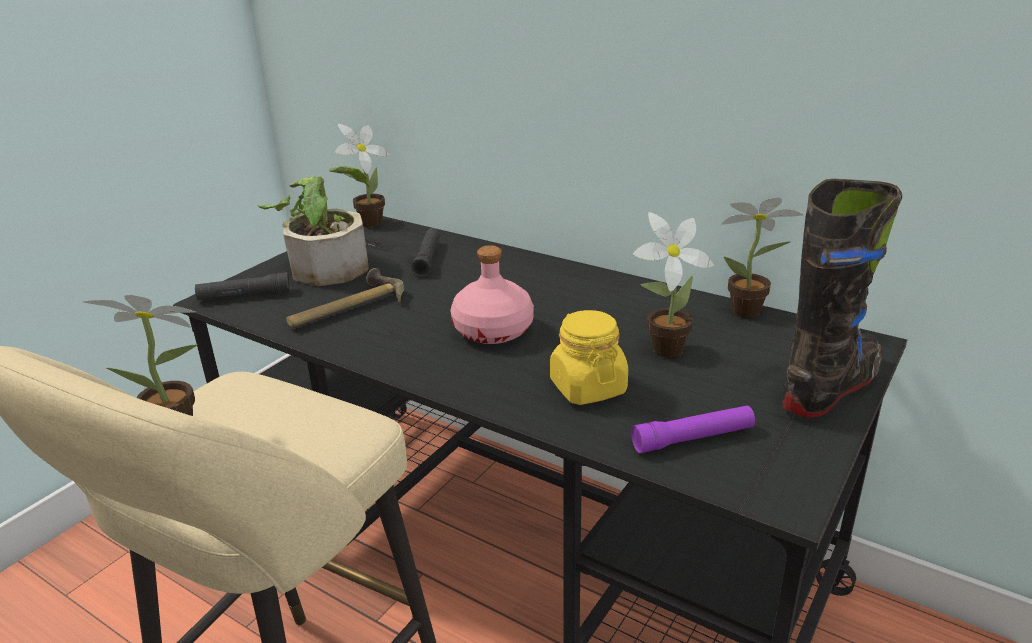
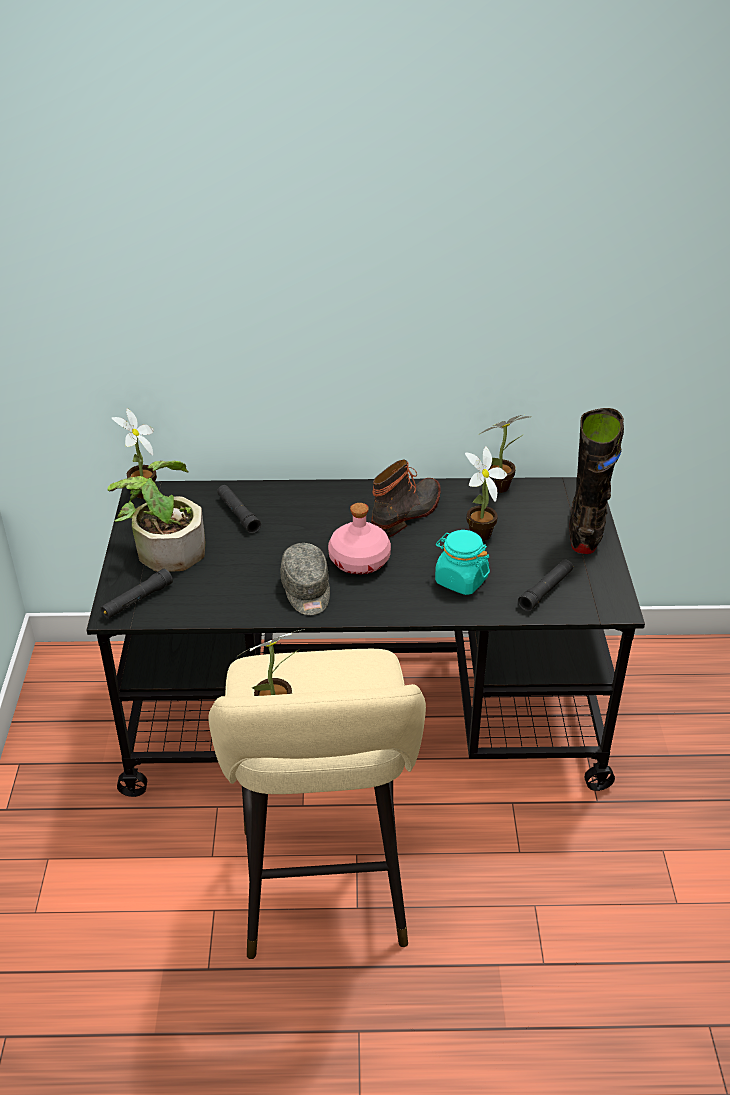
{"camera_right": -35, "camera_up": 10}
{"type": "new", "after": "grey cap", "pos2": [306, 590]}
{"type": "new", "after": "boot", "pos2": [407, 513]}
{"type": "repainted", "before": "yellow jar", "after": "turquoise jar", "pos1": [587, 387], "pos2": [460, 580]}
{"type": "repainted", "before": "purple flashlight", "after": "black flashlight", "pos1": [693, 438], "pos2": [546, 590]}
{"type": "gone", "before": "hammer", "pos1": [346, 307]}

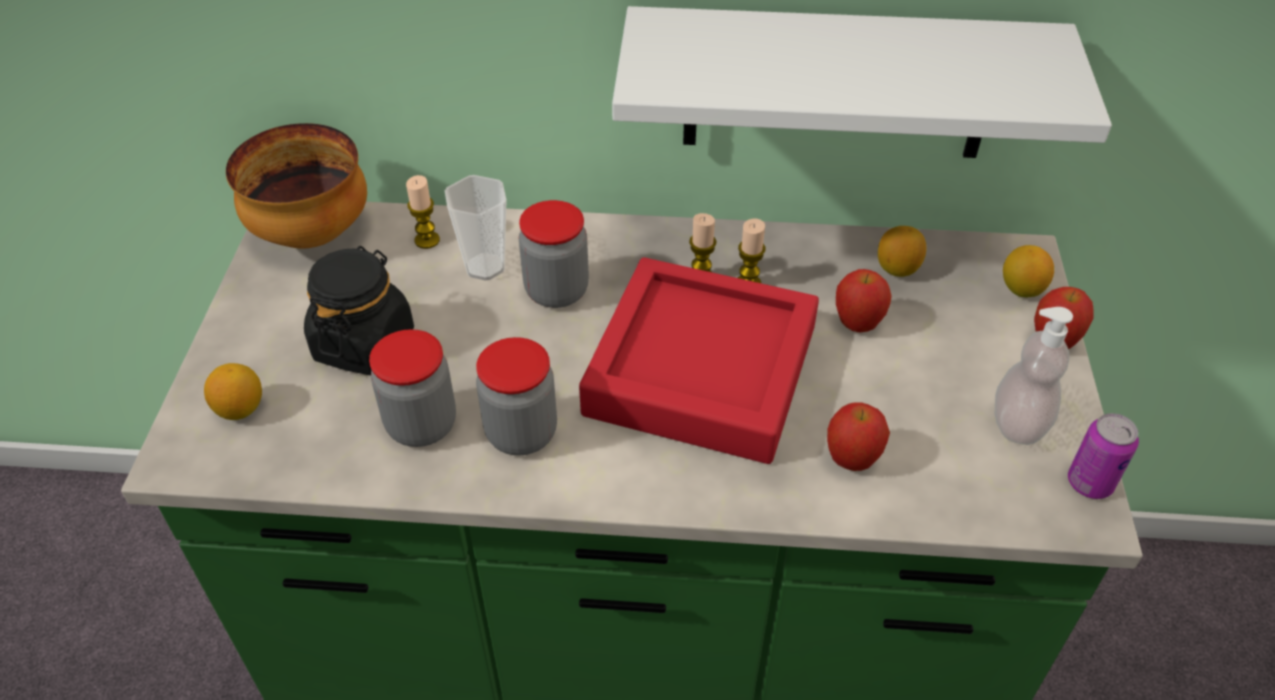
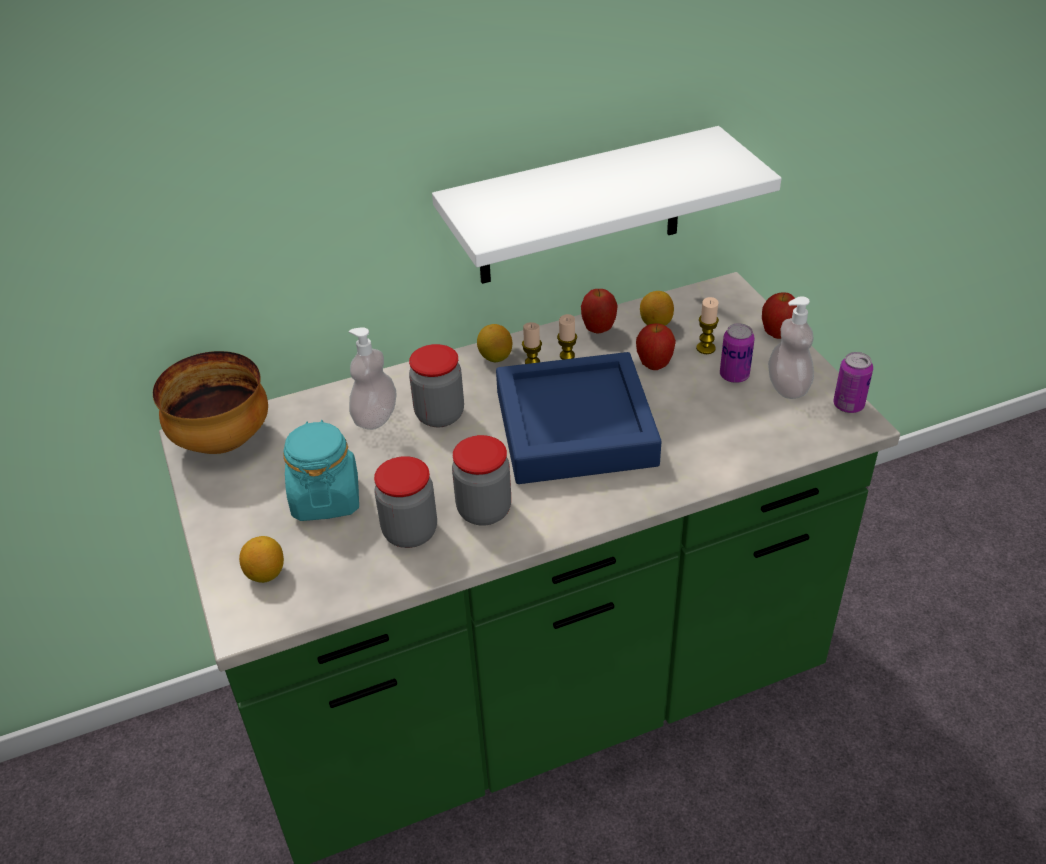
{"camera_right": -25, "camera_up": -5}
{"type": "repainted", "before": "black jar", "after": "turquoise jar", "pos1": [364, 344], "pos2": [326, 498]}
{"type": "swapped", "before": "cup", "after": "soap dispenser", "pos1": [485, 267], "pos2": [375, 417]}
{"type": "shifted", "before": "lemon", "pos1": [1021, 289], "pos2": [495, 357]}
{"type": "repainted", "before": "red tray", "after": "blue tray", "pos1": [701, 370], "pos2": [575, 428]}
{"type": "shifted", "before": "apple", "pos1": [851, 460], "pos2": [598, 330]}
{"type": "shifted", "before": "candle", "pos1": [427, 240], "pos2": [705, 348]}
{"type": "new", "after": "can", "pos2": [734, 375]}

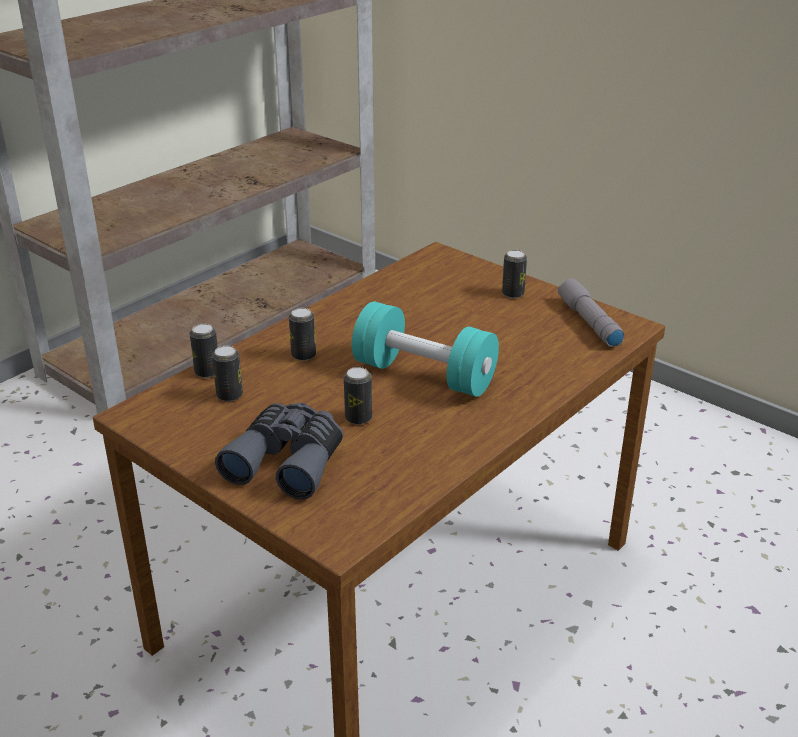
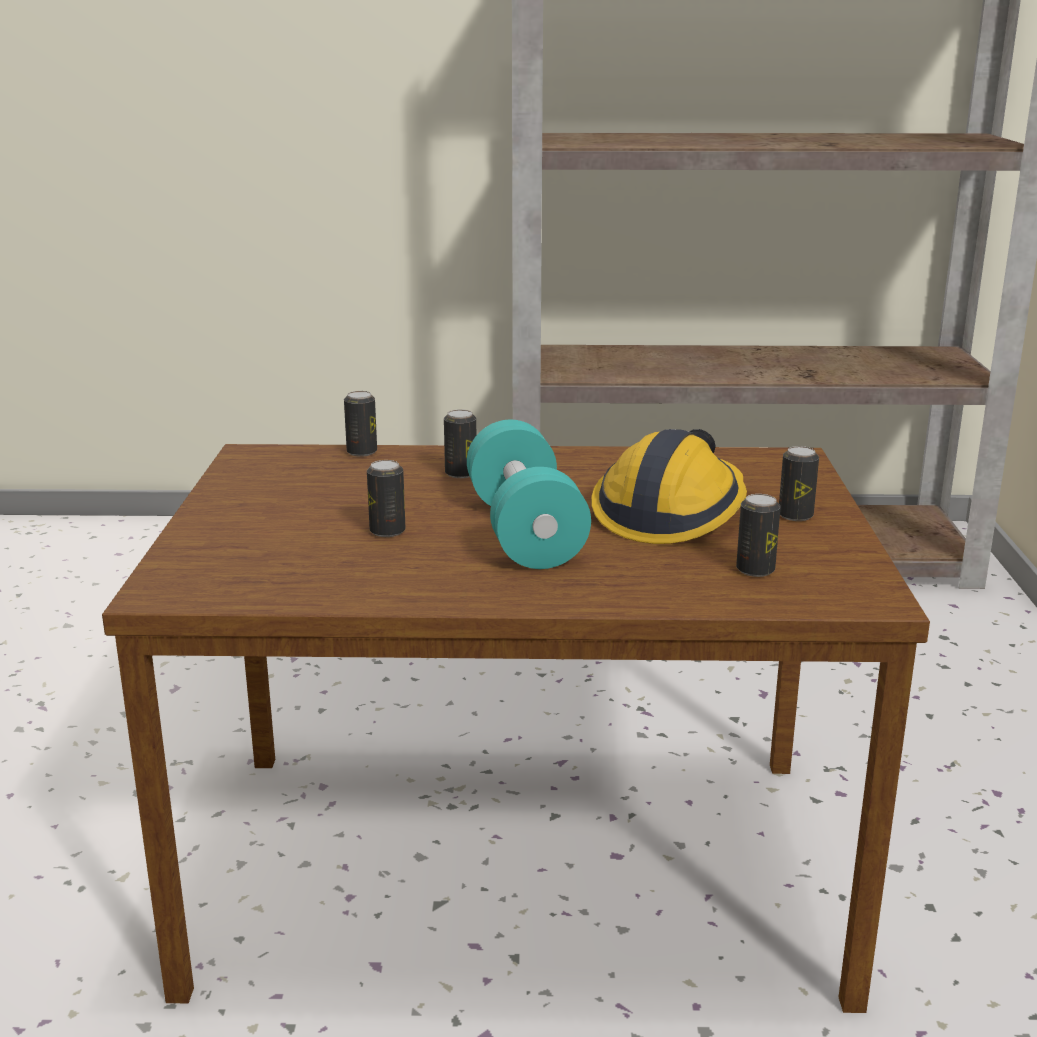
{"camera_right": 50, "camera_up": -10}
{"type": "new", "after": "hard hat", "pos2": [670, 512]}
{"type": "shifted", "before": "can", "pos1": [229, 395], "pos2": [755, 570]}
{"type": "gone", "before": "grey binoculars", "pos1": [288, 461]}
{"type": "gone", "before": "grey flashlight", "pos1": [588, 322]}

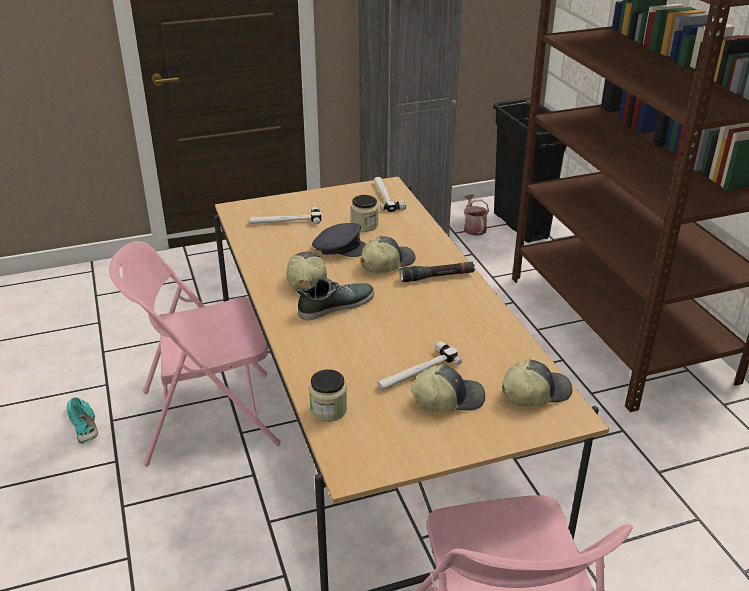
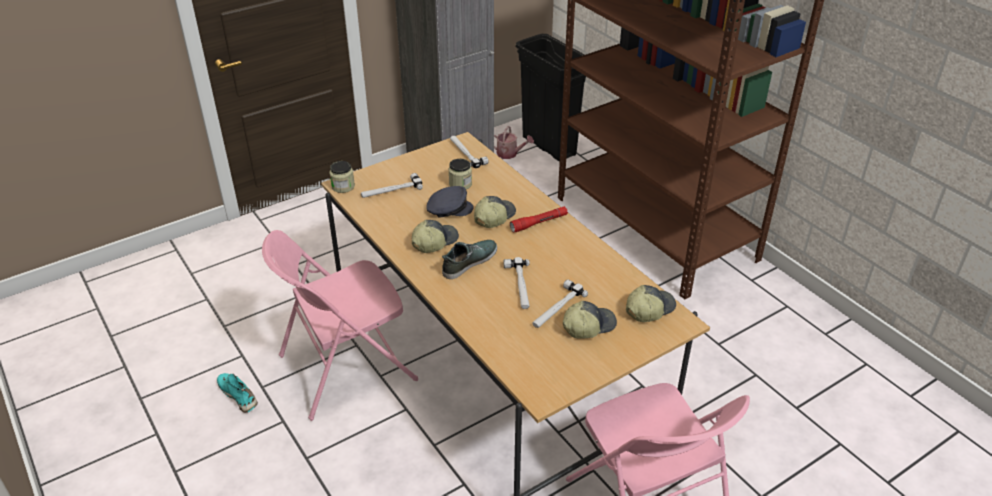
{"camera_right": -15, "camera_up": 5}
{"type": "shifted", "before": "jar", "pos1": [328, 410], "pos2": [343, 186]}
{"type": "rotated", "before": "cap", "pos1": [306, 278], "pos2": [434, 241], "turn": 60}
{"type": "rotated", "before": "watering can", "pos1": [474, 228], "pos2": [510, 154], "turn": 135}
{"type": "new", "after": "hammer", "pos2": [519, 286]}
{"type": "repainted", "before": "black flashlight", "after": "red flashlight", "pos1": [437, 277], "pos2": [539, 223]}

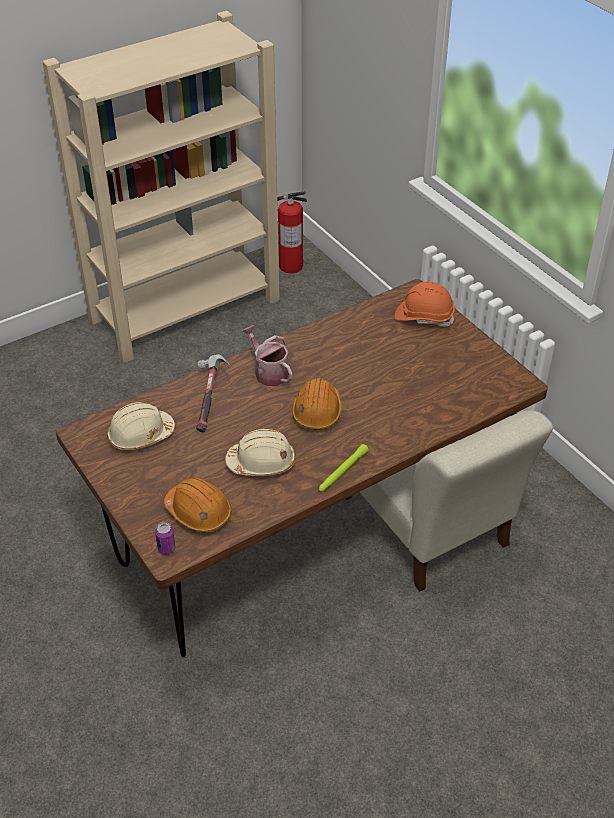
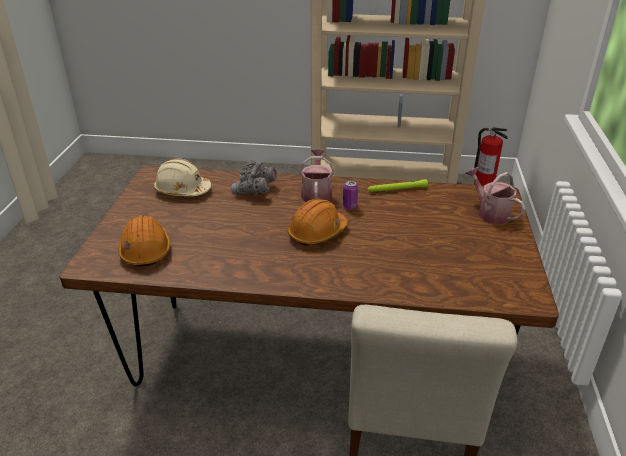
{"camera_right": 40, "camera_up": -10}
{"type": "swapped", "before": "hammer", "after": "grey binoculars", "pos1": [210, 398], "pos2": [255, 190]}
{"type": "shifted", "before": "can", "pos1": [166, 549], "pos2": [349, 206]}
{"type": "shifted", "before": "green flashlight", "pos1": [342, 472], "pos2": [397, 189]}
{"type": "swapped", "before": "orange hard hat", "after": "watering can", "pos1": [424, 317], "pos2": [490, 212]}
{"type": "gone", "before": "beige hard hat", "pos1": [262, 462]}

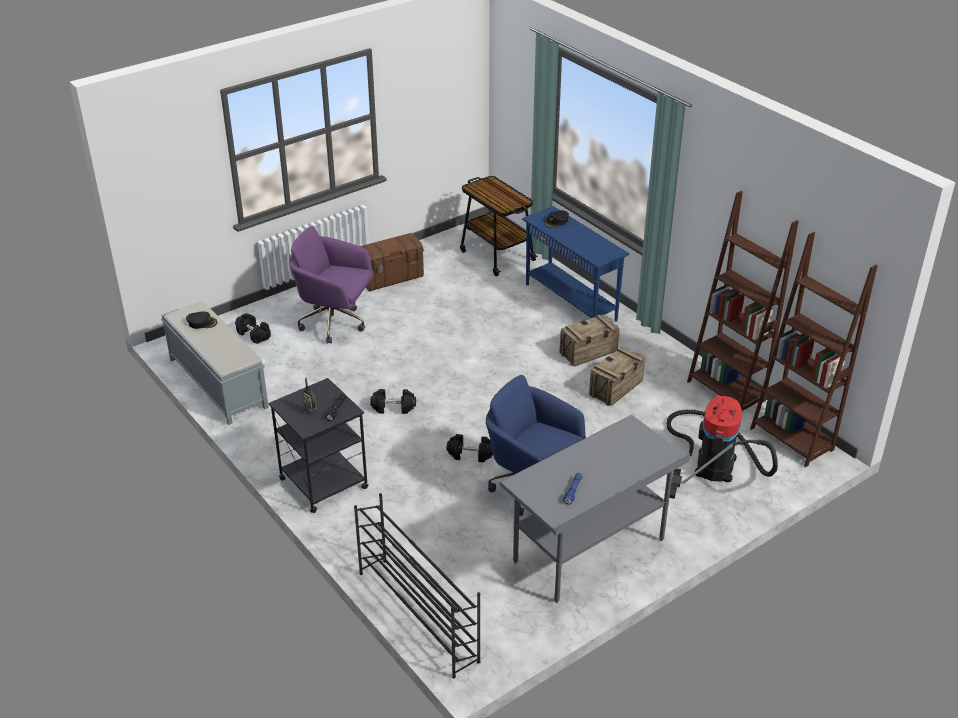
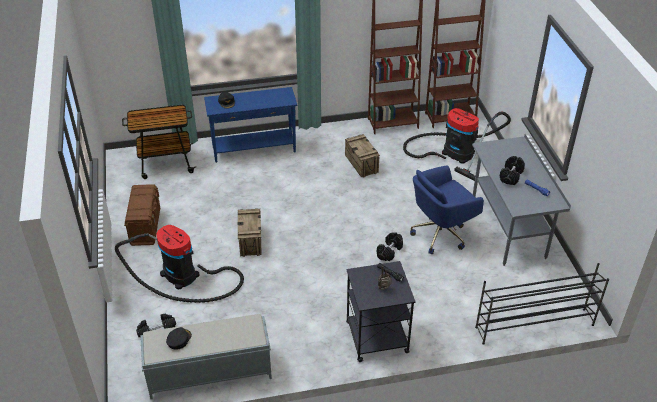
{"camera_right": -65, "camera_up": 5}
{"type": "swapped", "before": "purple office chair", "after": "vacuum cleaner", "pos1": [335, 325], "pos2": [183, 277]}
{"type": "shifted", "before": "crate", "pos1": [588, 352], "pos2": [251, 240]}
{"type": "shifted", "before": "black dumbbell", "pos1": [393, 408], "pos2": [511, 176]}

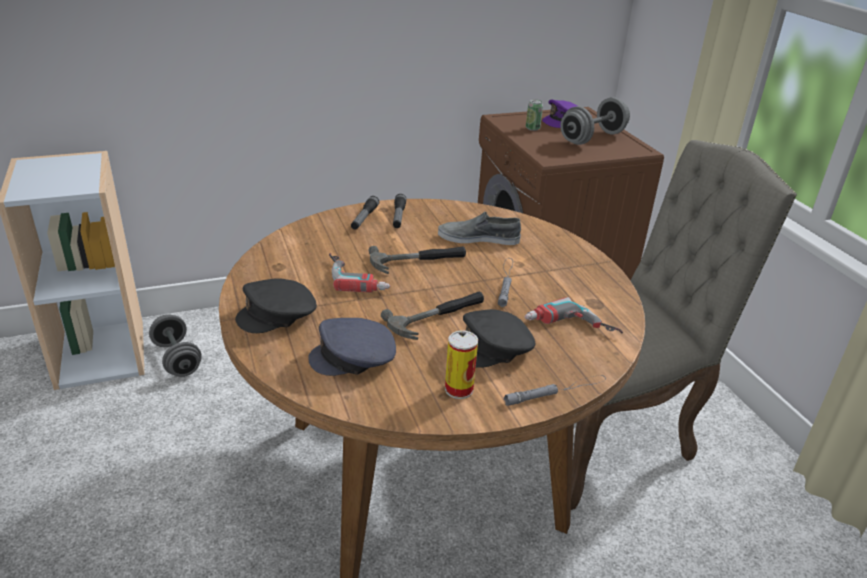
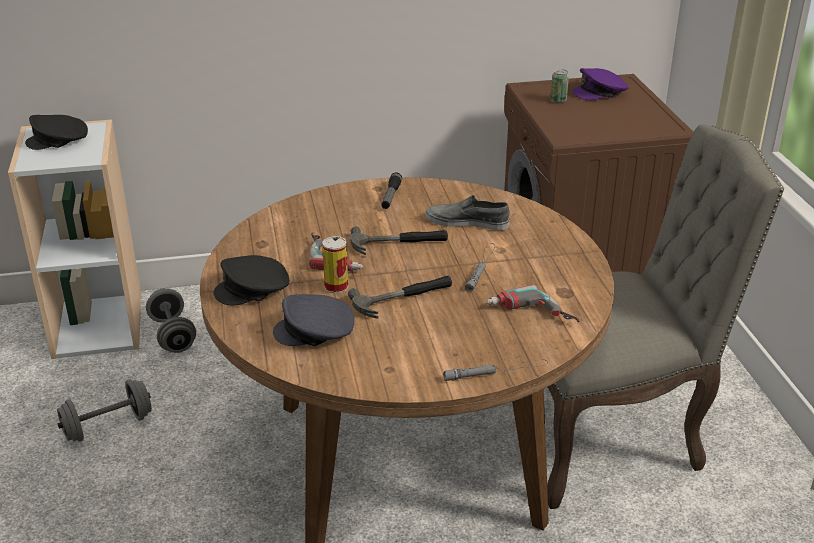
{"camera_right": 10, "camera_up": 0}
{"type": "shifted", "before": "black cap", "pos1": [494, 348], "pos2": [59, 140]}
{"type": "shifted", "before": "grey dumbbell", "pos1": [592, 138], "pos2": [108, 426]}
{"type": "shifted", "before": "can", "pos1": [459, 389], "pos2": [336, 287]}
{"type": "gone", "before": "flashlight", "pos1": [364, 218]}

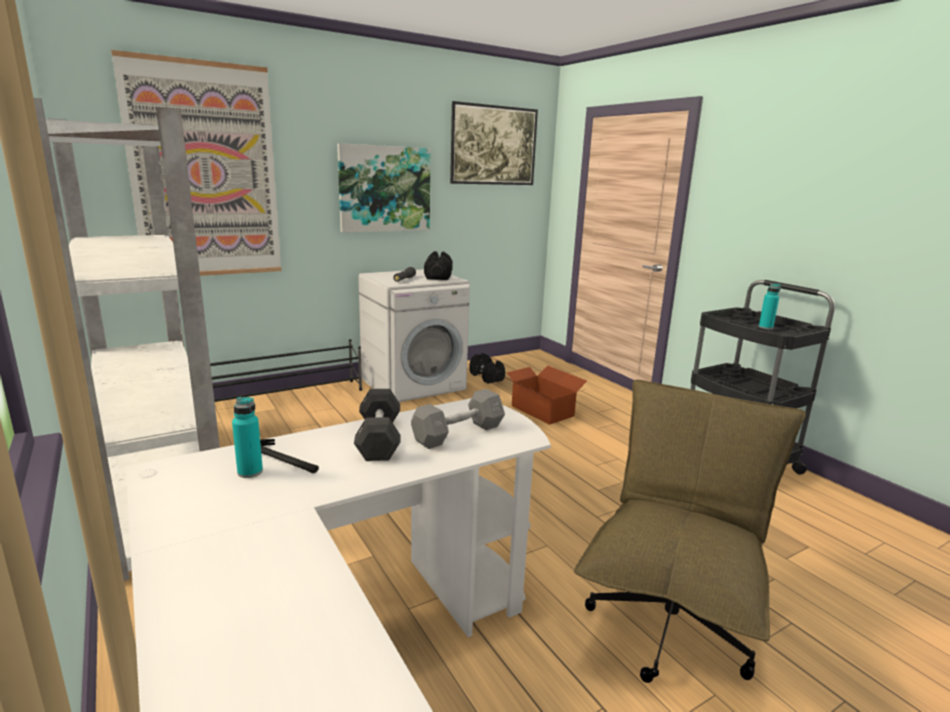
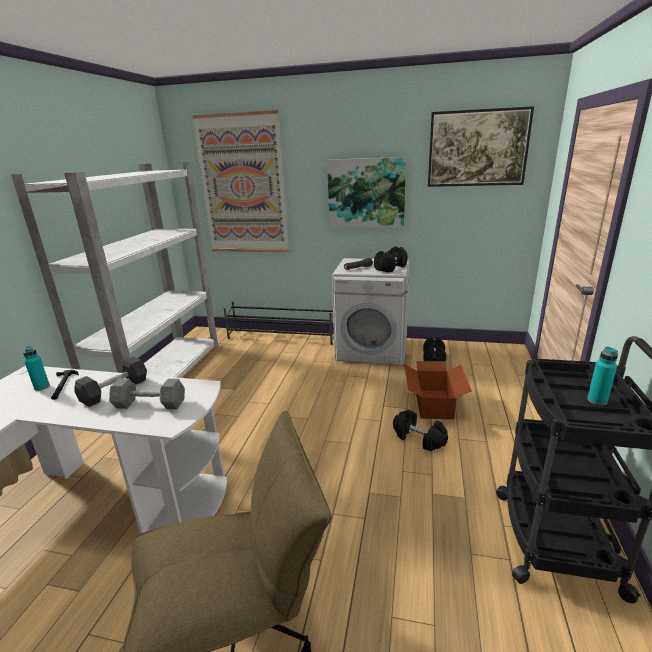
{"camera_right": 45, "camera_up": 5}
{"type": "new", "after": "black dumbbell", "pos2": [418, 439]}

